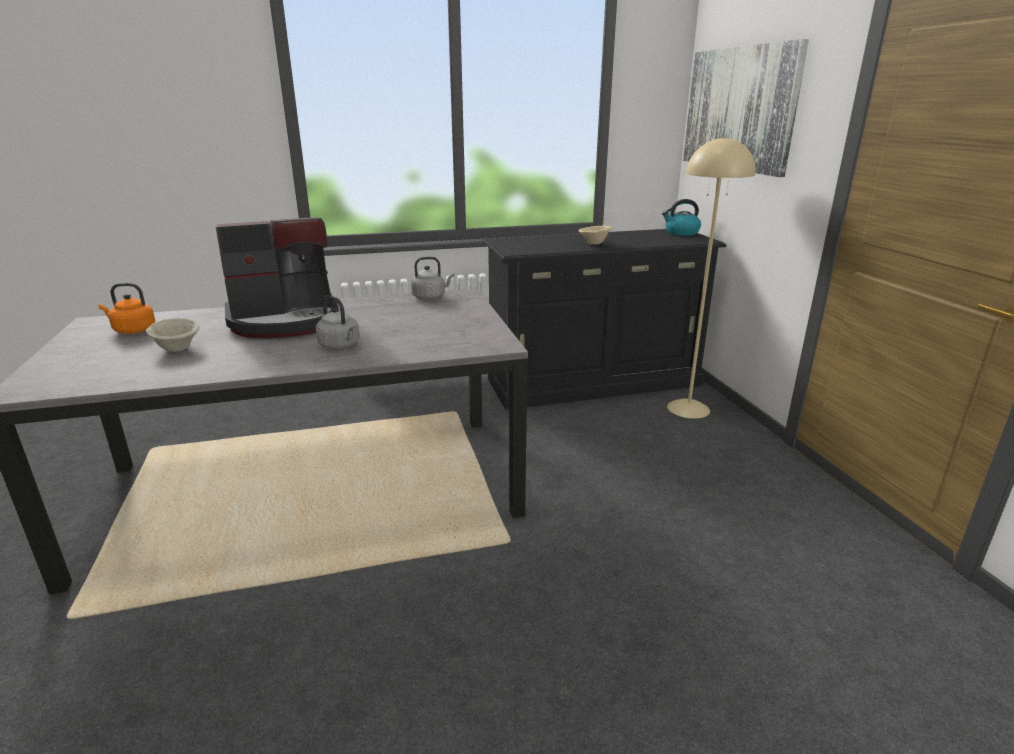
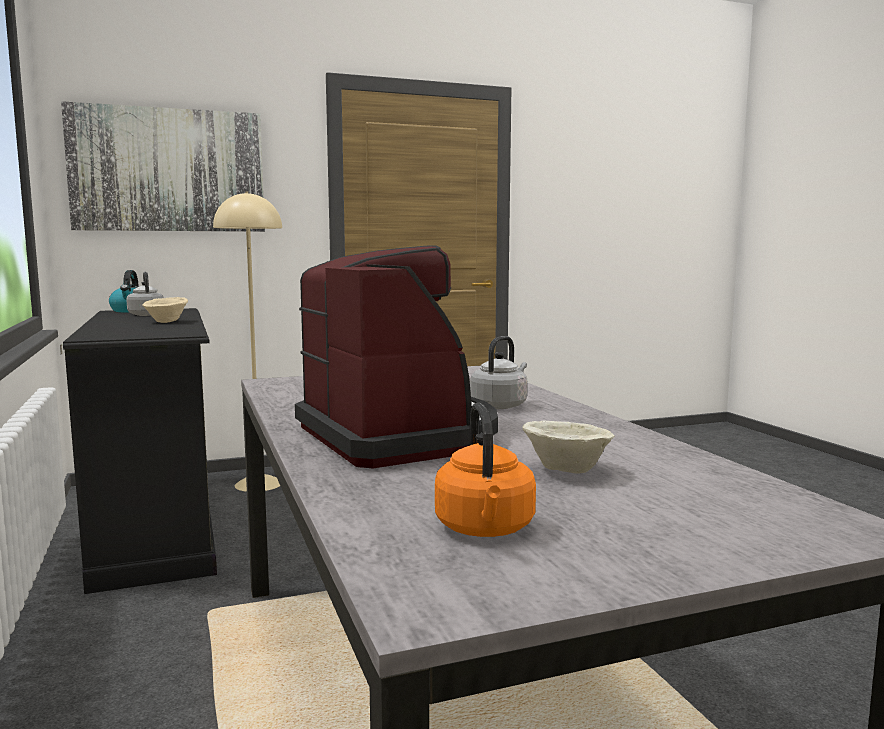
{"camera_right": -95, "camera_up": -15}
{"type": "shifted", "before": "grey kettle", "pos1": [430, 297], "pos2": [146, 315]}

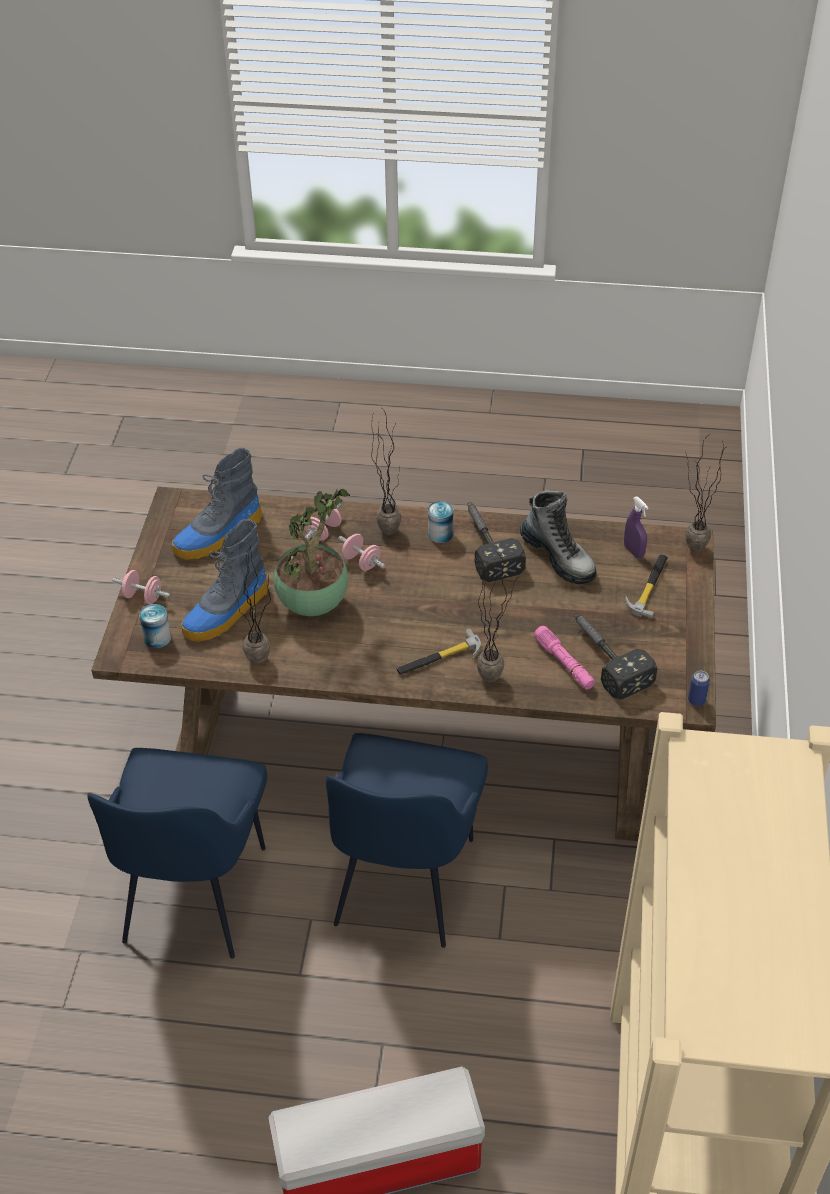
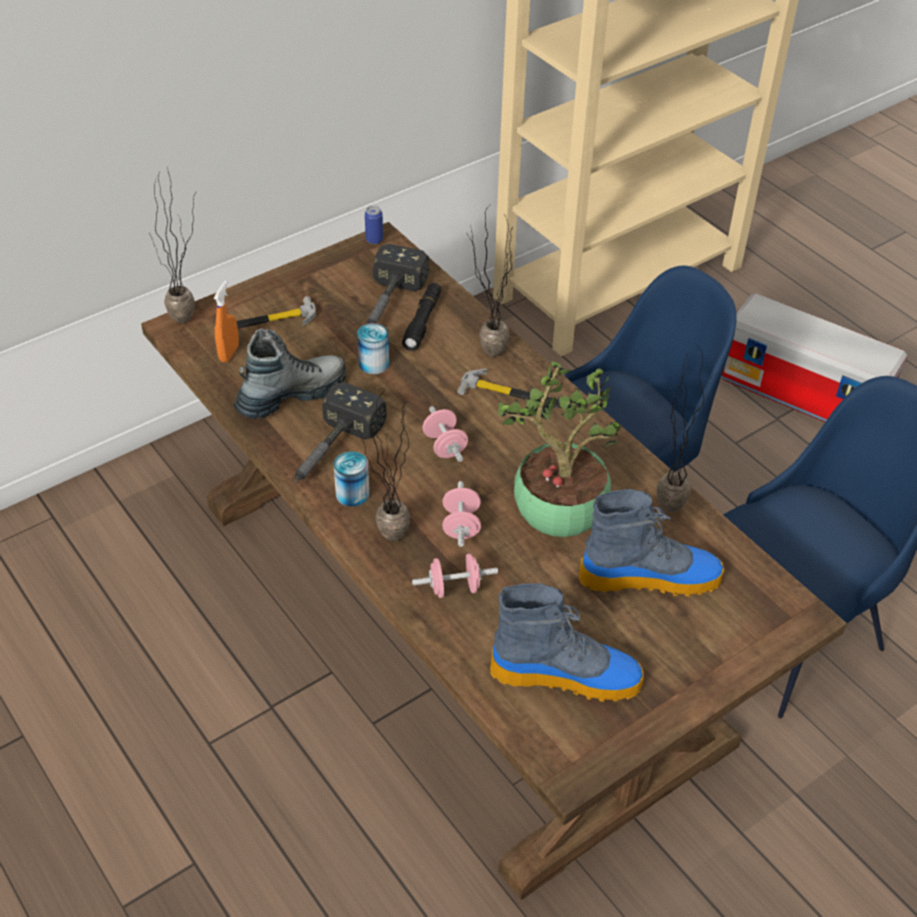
{"camera_right": -135, "camera_up": 0}
{"type": "repainted", "before": "purple spray bottle", "after": "orange spray bottle", "pos1": [633, 551], "pos2": [229, 353]}
{"type": "rotated", "before": "boot", "pos1": [558, 557], "pos2": [291, 395], "turn": 45}
{"type": "shifted", "before": "can", "pos1": [157, 638], "pos2": [374, 364]}
{"type": "repainted", "before": "pink flashlight", "after": "black flashlight", "pos1": [564, 663], "pos2": [422, 322]}
{"type": "shifted", "before": "pink dumbbell", "pos1": [143, 597], "pos2": [444, 446]}

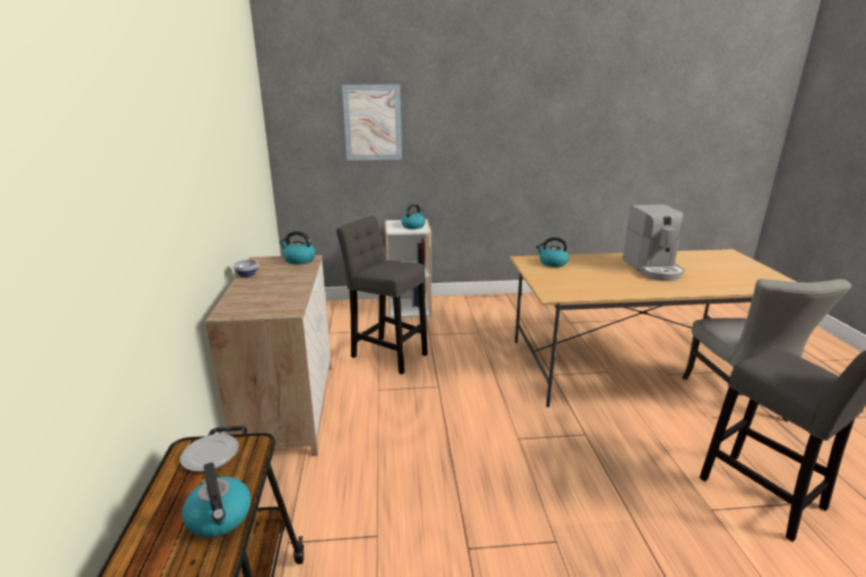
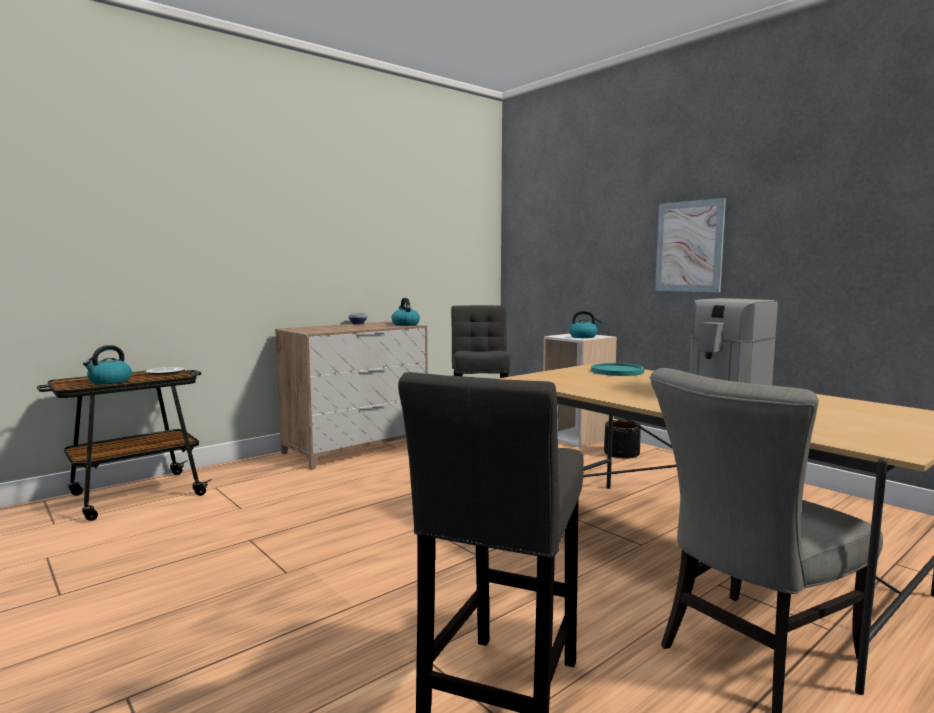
{"camera_right": 55, "camera_up": -15}
{"type": "swapped", "before": "kettle", "after": "turquoise plate", "pos1": [552, 263], "pos2": [617, 371]}
{"type": "new", "after": "black planter", "pos2": [621, 454]}
{"type": "shifted", "before": "picture", "pos1": [372, 123], "pos2": [689, 246]}

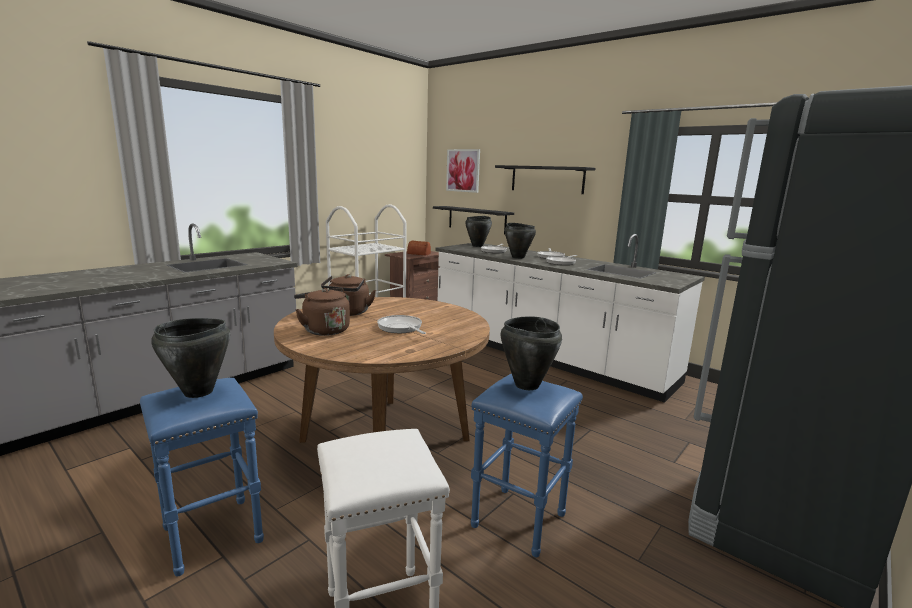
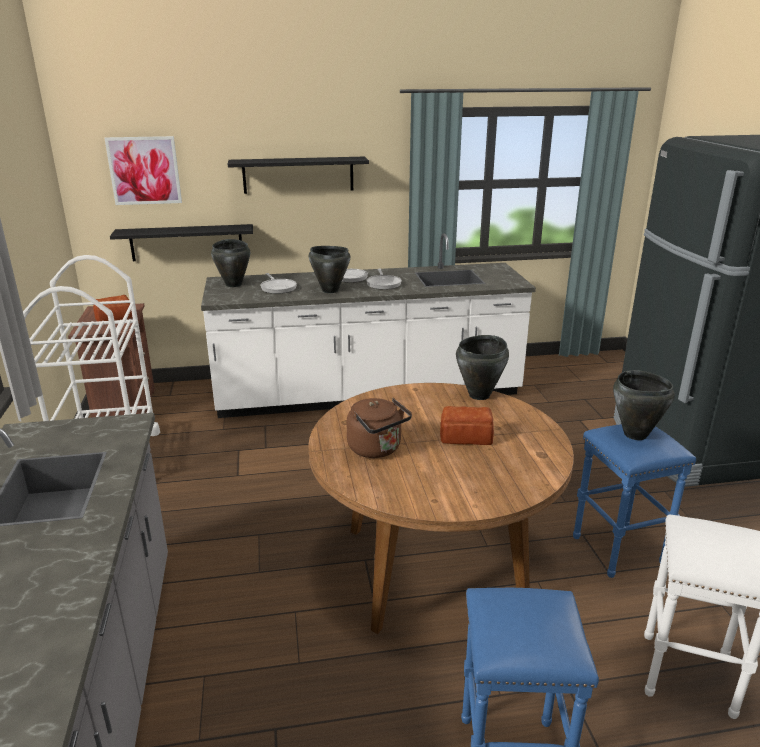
{"camera_right": -50, "camera_up": 10}
{"type": "swapped", "before": "frying pan", "after": "bread", "pos1": [401, 328], "pos2": [467, 437]}
{"type": "shifted", "before": "black cooking pot", "pos1": [198, 392], "pos2": [480, 395]}
{"type": "gone", "before": "brown kettle", "pos1": [324, 330]}

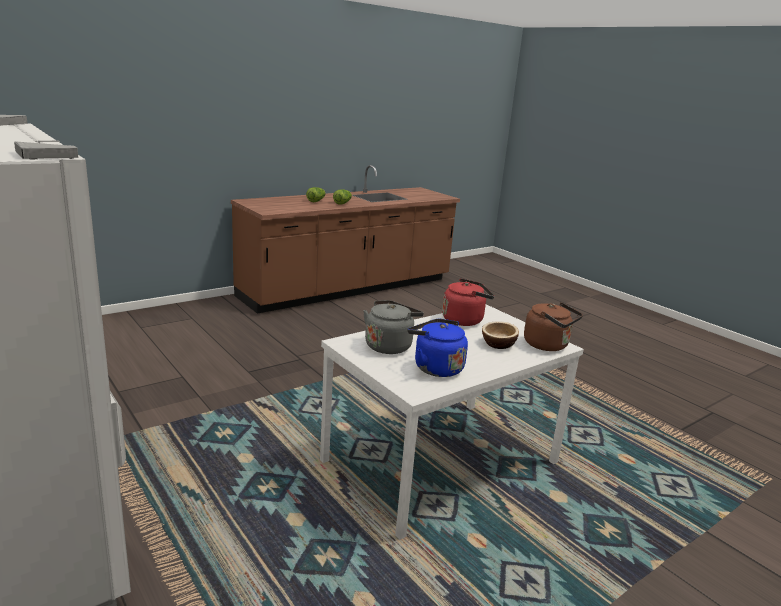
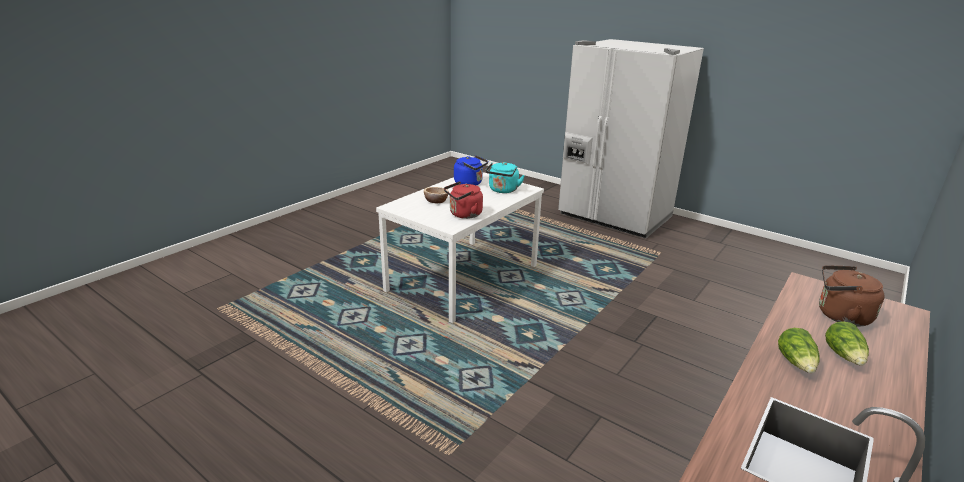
{"camera_right": 165, "camera_up": 5}
{"type": "repainted", "before": "grey kettle", "after": "turquoise kettle", "pos1": [389, 346], "pos2": [503, 190]}
{"type": "shifted", "before": "brown kettle", "pos1": [548, 345], "pos2": [839, 315]}

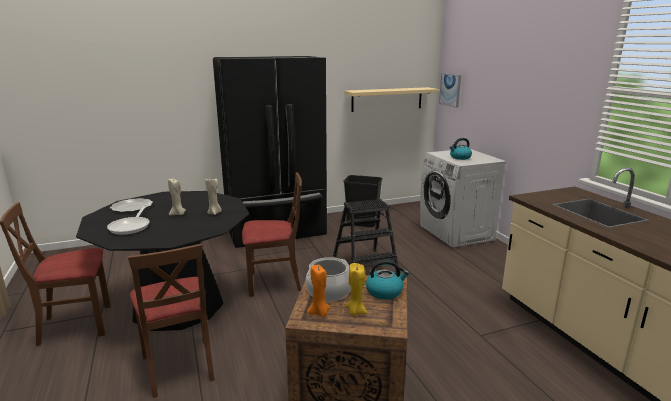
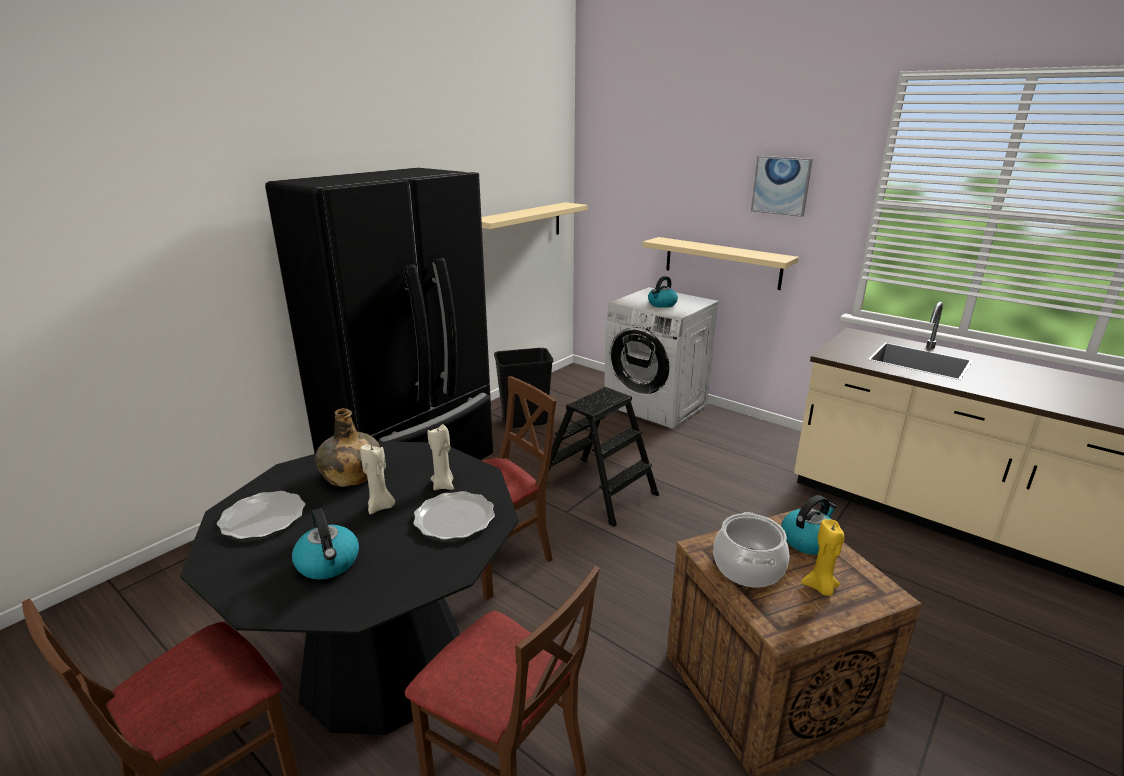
{"camera_right": -30, "camera_up": 5}
{"type": "swapped", "before": "frying pan", "after": "kettle", "pos1": [131, 227], "pos2": [329, 563]}
{"type": "new", "after": "green bottle", "pos2": [351, 476]}
{"type": "new", "after": "plate", "pos2": [454, 518]}
{"type": "new", "after": "beige shelf", "pos2": [722, 262]}
{"type": "shifted", "before": "picture", "pos1": [450, 90], "pos2": [781, 185]}
{"type": "gone", "before": "orange candle", "pos1": [319, 313]}

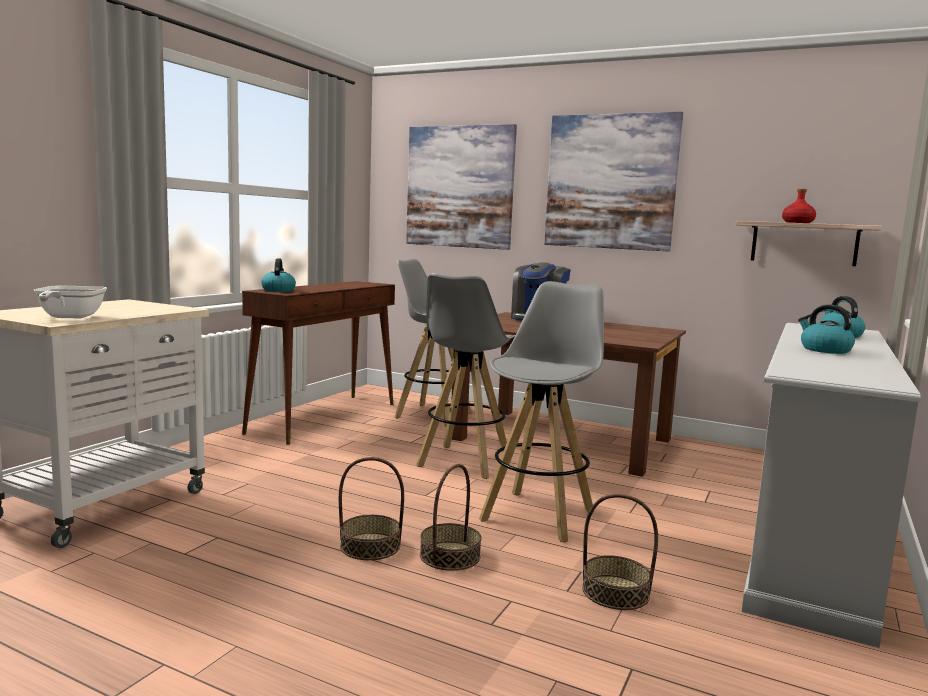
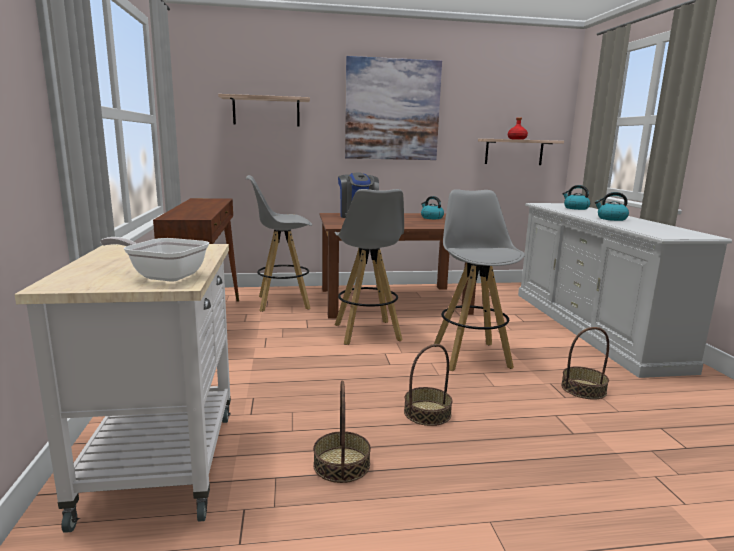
{"camera_right": -35, "camera_up": 5}
{"type": "rotated", "before": "frying pan", "pos1": [69, 317], "pos2": [163, 276], "turn": 150}
{"type": "swapped", "before": "picture", "after": "shelf", "pos1": [459, 187], "pos2": [266, 111]}
{"type": "shifted", "before": "basket", "pos1": [450, 556], "pos2": [341, 464]}
{"type": "shifted", "before": "kettle", "pos1": [278, 290], "pos2": [431, 218]}

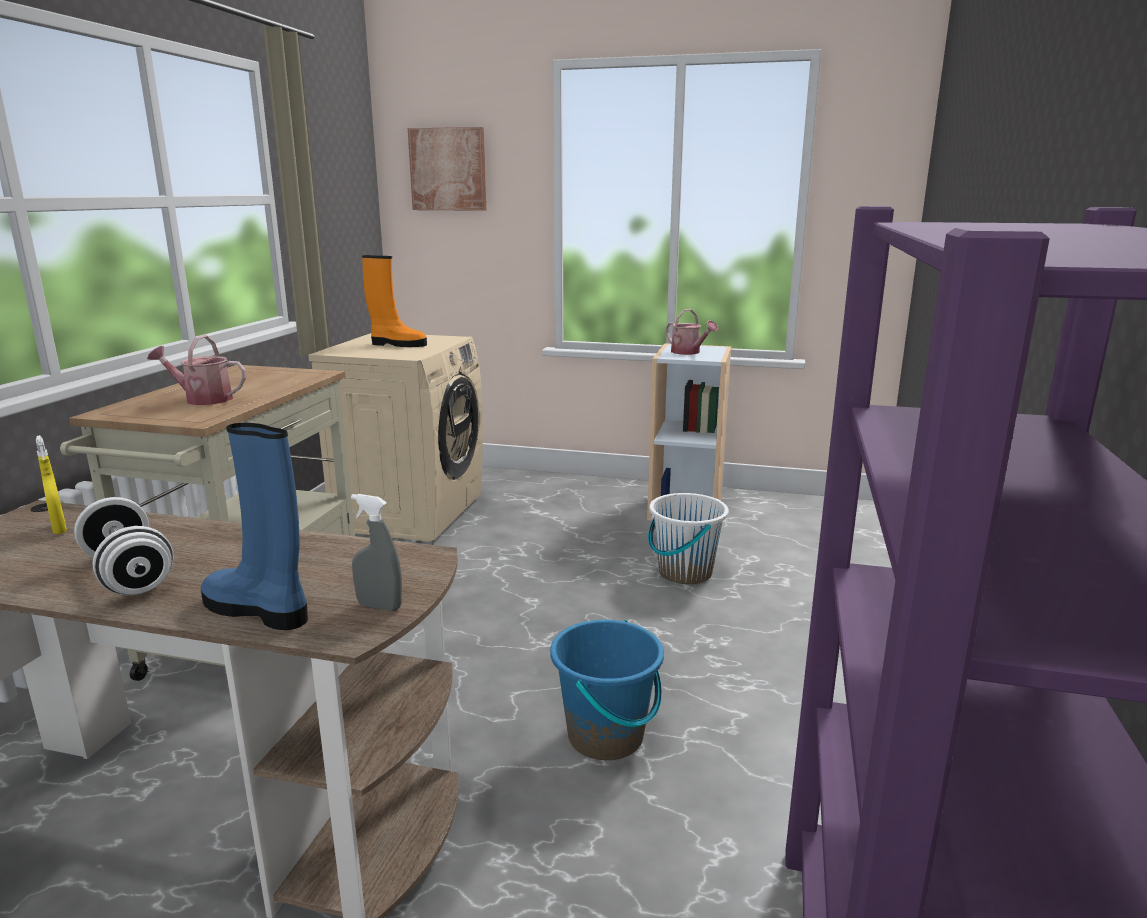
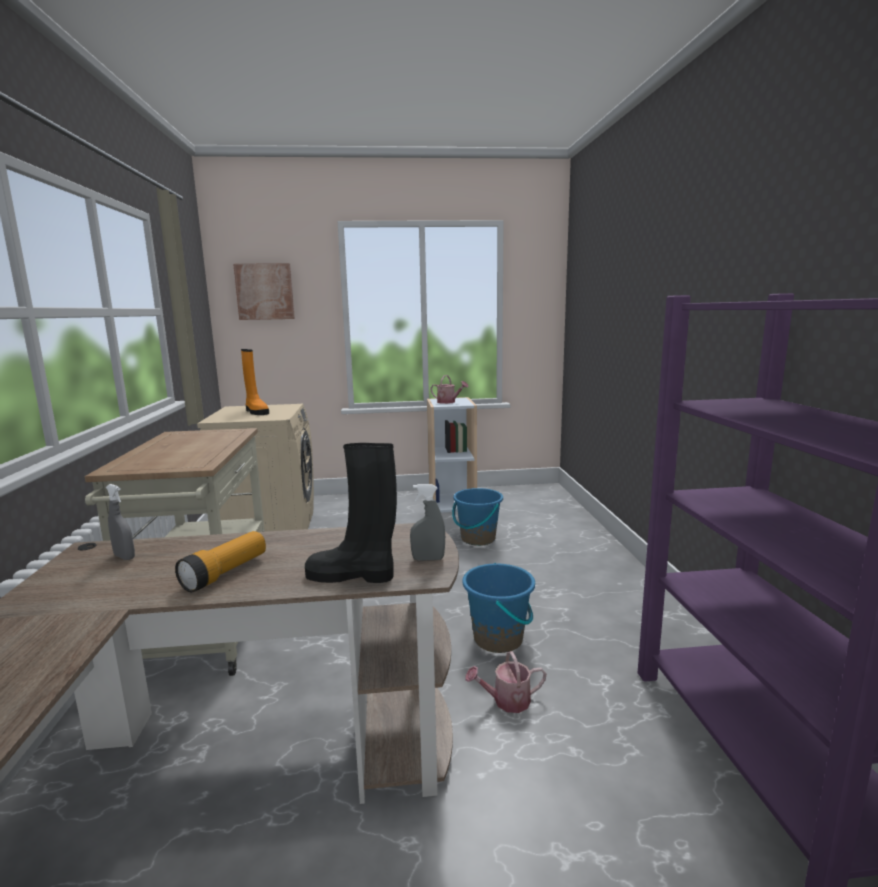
{"camera_right": -20, "camera_up": -5}
{"type": "repainted", "before": "yellow spray bottle", "after": "grey spray bottle", "pos1": [59, 529], "pos2": [124, 557]}
{"type": "swapped", "before": "white dumbbell", "after": "flashlight", "pos1": [129, 574], "pos2": [225, 573]}
{"type": "rotated", "before": "orange boot", "pos1": [397, 344], "pos2": [256, 412], "turn": 60}
{"type": "repainted", "before": "blue boot", "after": "black boot", "pos1": [259, 611], "pos2": [353, 575]}
{"type": "repainted", "before": "white bucket", "after": "blue bucket", "pos1": [684, 572], "pos2": [478, 539]}
{"type": "shifted", "before": "watering can", "pos1": [203, 399], "pos2": [506, 701]}

